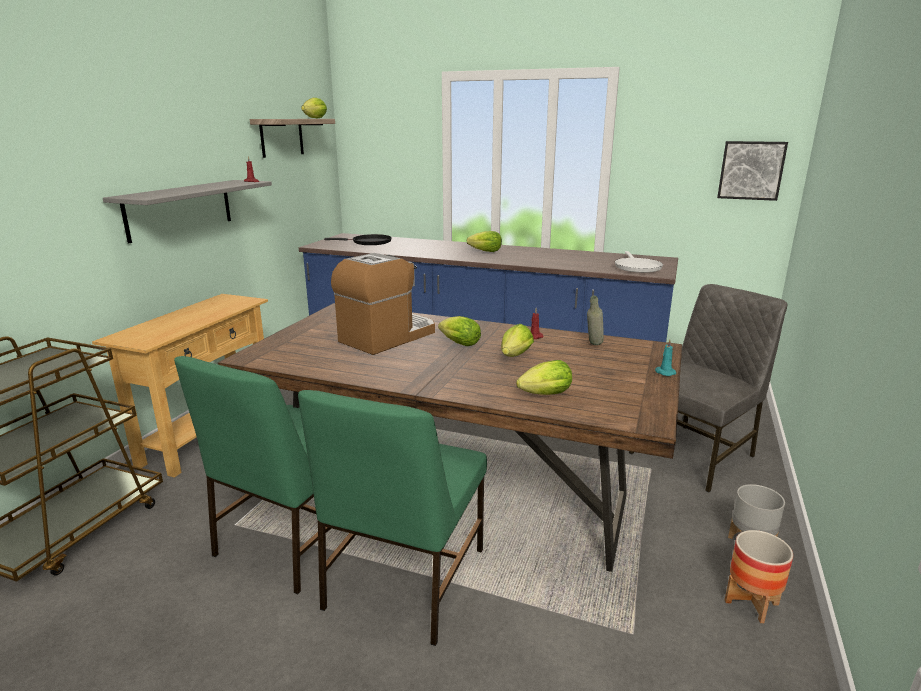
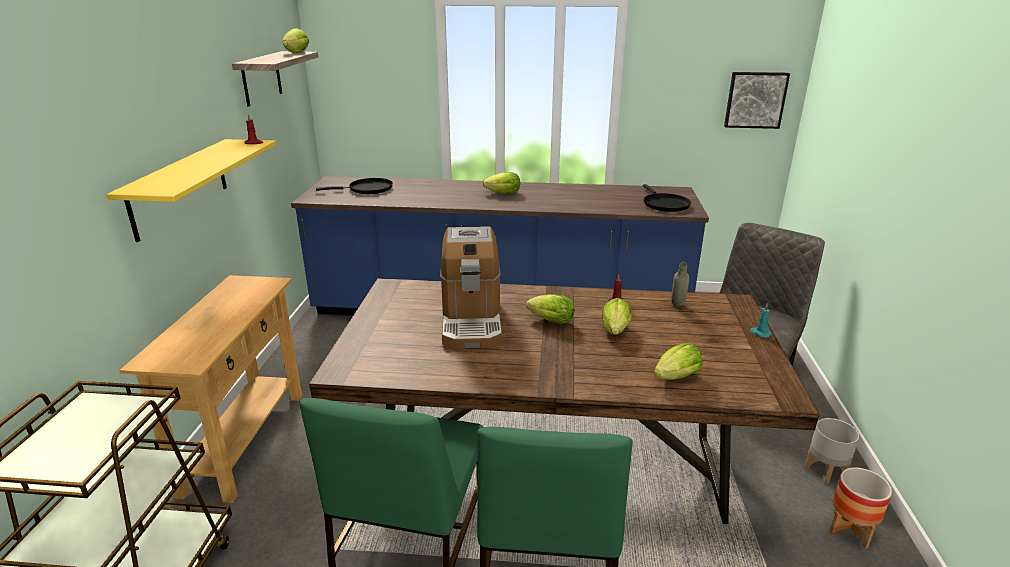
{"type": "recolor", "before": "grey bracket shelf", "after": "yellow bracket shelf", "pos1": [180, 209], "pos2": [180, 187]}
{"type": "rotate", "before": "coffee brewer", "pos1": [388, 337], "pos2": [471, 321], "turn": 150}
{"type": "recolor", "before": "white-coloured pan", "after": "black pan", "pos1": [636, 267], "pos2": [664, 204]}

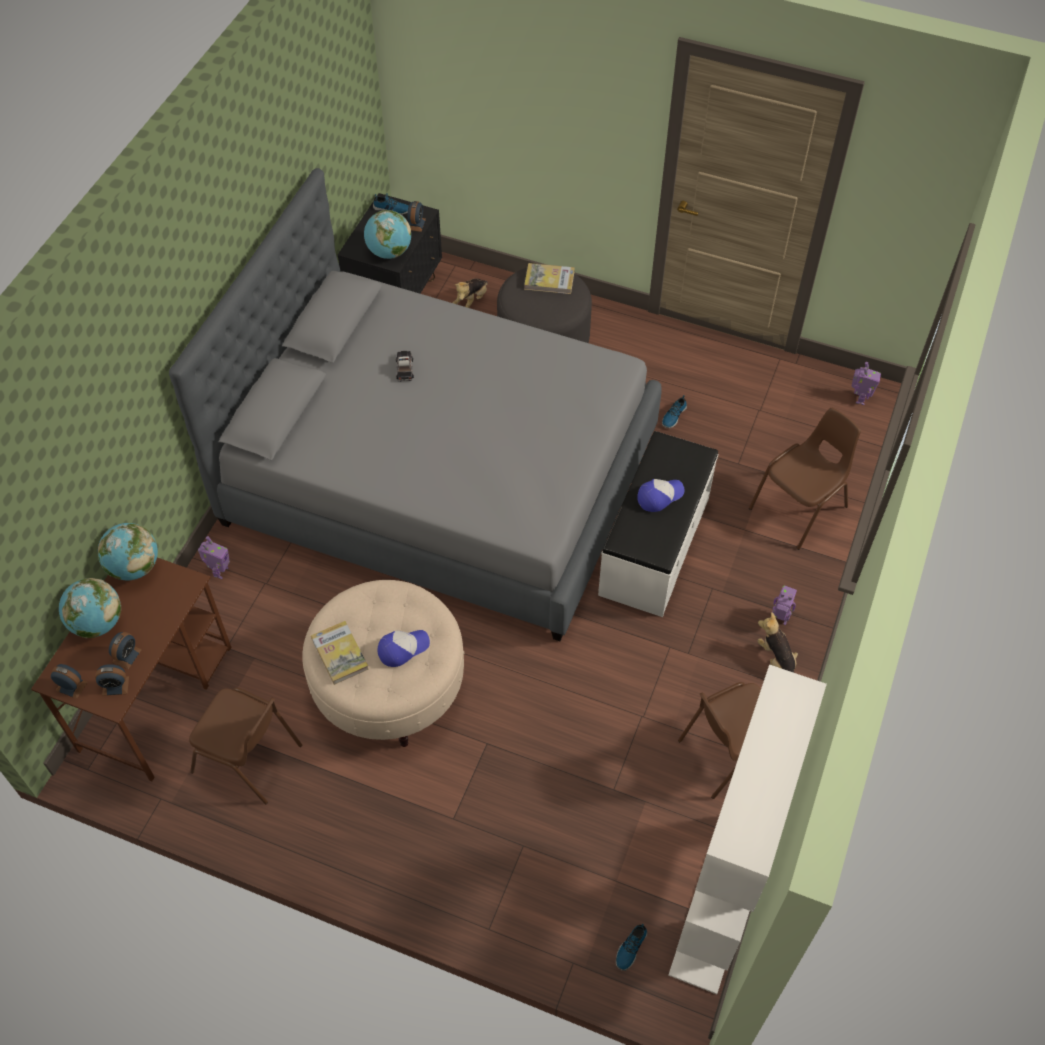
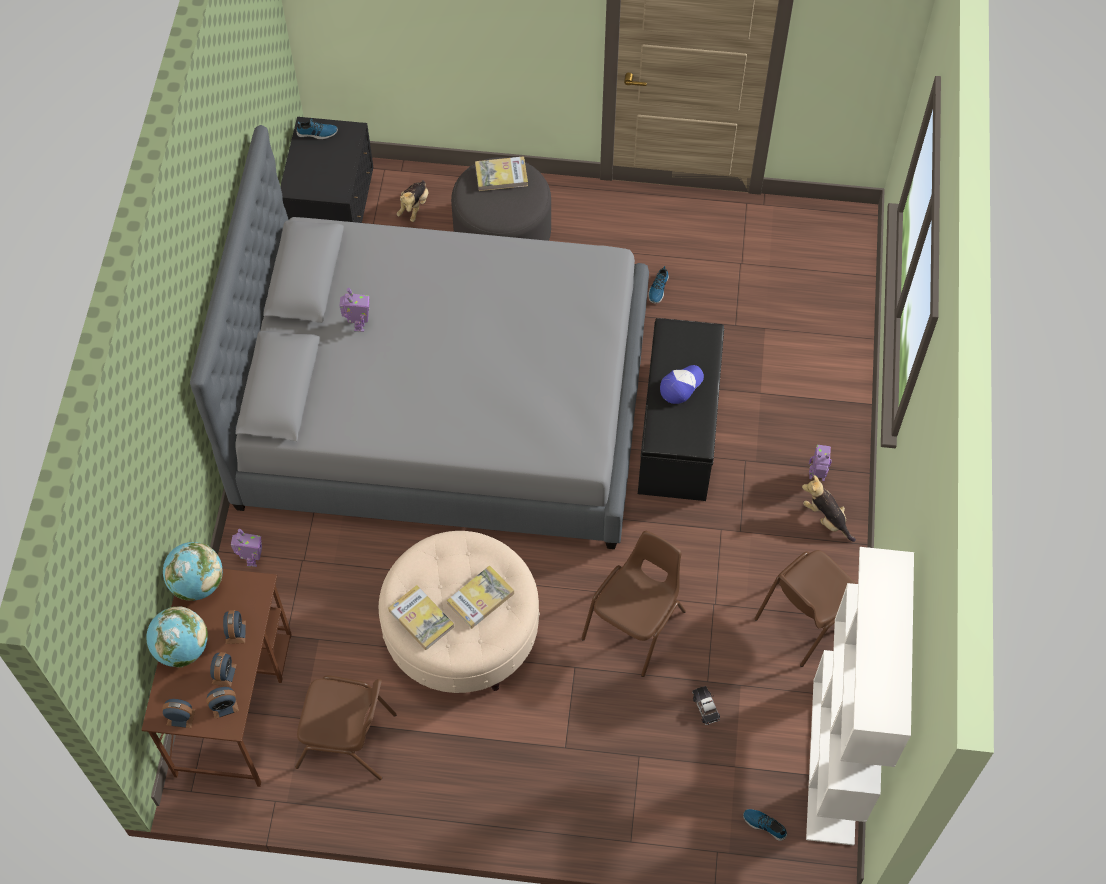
{"type": "move", "before": "bedside clock", "pos1": [416, 224], "pos2": [235, 632]}
{"type": "move", "before": "toy robot", "pos1": [859, 399], "pos2": [358, 325]}
{"type": "replace", "before": "baseball cap", "after": "bound book", "pos1": [403, 648], "pos2": [480, 598]}
{"type": "move", "before": "brownish chair", "pos1": [800, 508], "pos2": [636, 624]}
{"type": "recolor", "before": "white-coloured long seat", "after": "black long seat", "pos1": [653, 546], "pos2": [676, 430]}
{"type": "move", "before": "toy car", "pos1": [405, 368], "pos2": [705, 707]}
{"type": "rotate", "before": "low shoe", "pos1": [630, 948], "pos2": [765, 824], "turn": 105}
{"type": "delete", "before": "globe", "pos1": [389, 252]}

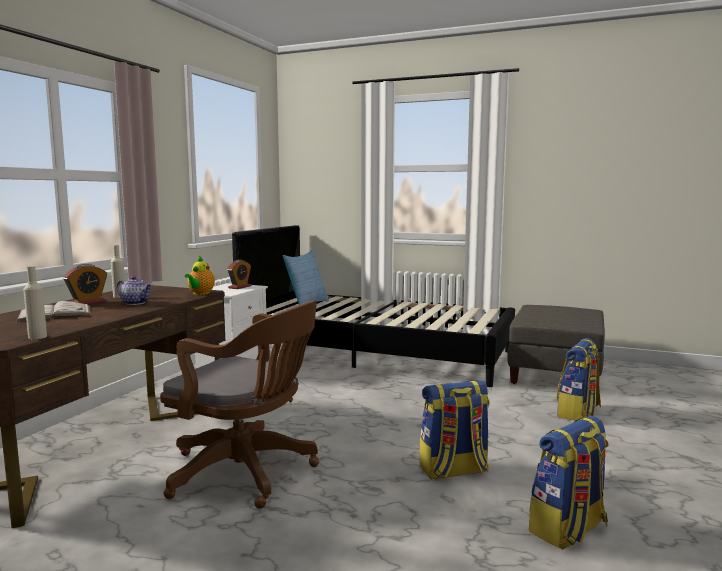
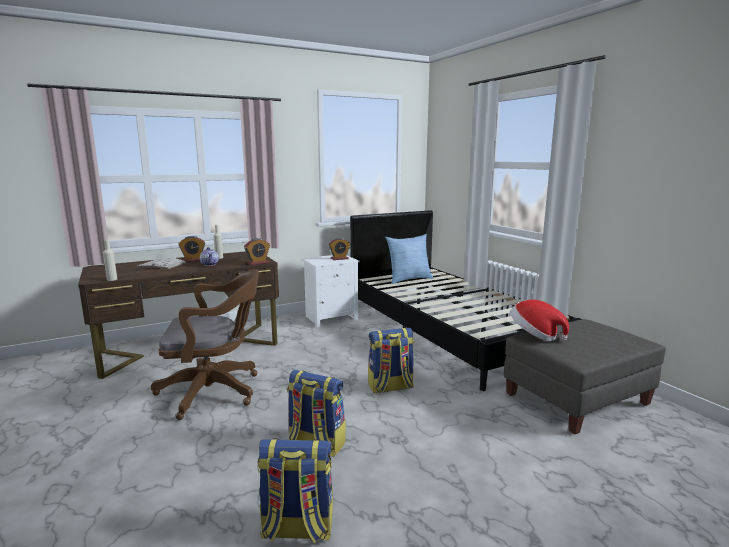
{"type": "rotate", "before": "brownish desk chair", "pos1": [247, 473], "pos2": [215, 391], "turn": -75}
{"type": "replace", "before": "pot for tea", "after": "bedside clock", "pos1": [200, 293], "pos2": [258, 263]}
{"type": "move", "before": "rucksack", "pos1": [578, 413], "pos2": [390, 387]}
{"type": "insert", "after": "wearable hat", "pos2": [535, 335]}

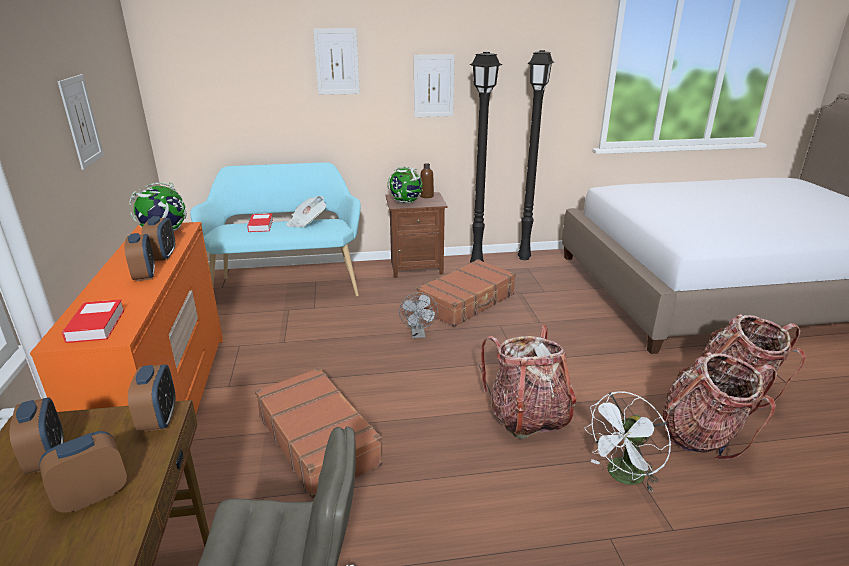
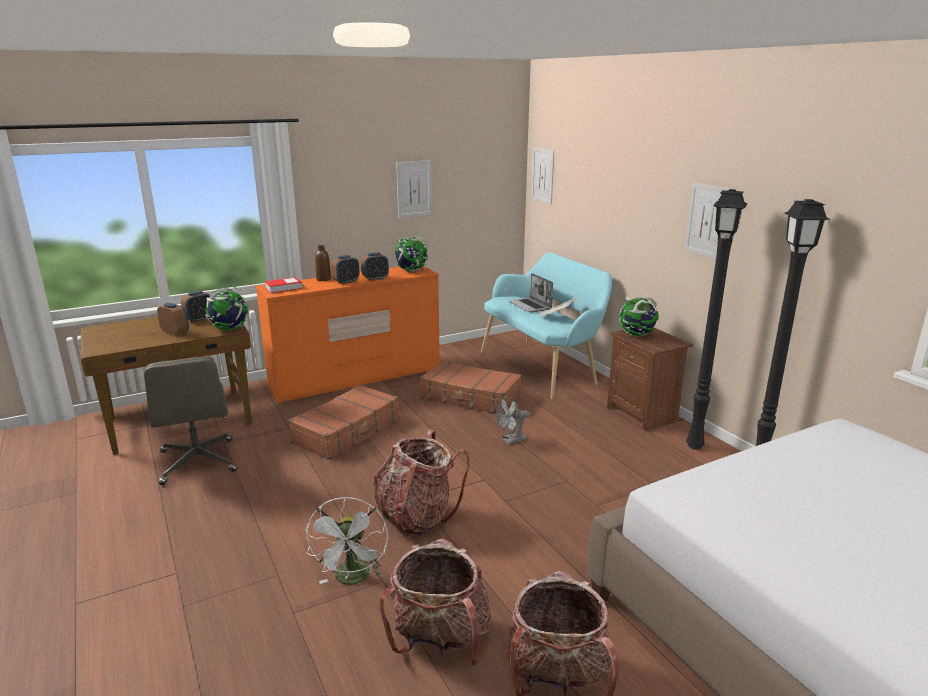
{"type": "replace", "before": "bedside clock", "after": "globe", "pos1": [159, 419], "pos2": [229, 329]}
{"type": "rotate", "before": "white-coloured cooling fan", "pos1": [622, 477], "pos2": [352, 579], "turn": -120}
{"type": "move", "before": "brownish beverage bottle", "pos1": [426, 196], "pos2": [323, 279]}
{"type": "move", "before": "brownish travel case", "pos1": [467, 302], "pos2": [470, 397]}
{"type": "replace", "before": "bound book", "after": "portable computer", "pos1": [260, 225], "pos2": [530, 306]}
{"type": "move", "before": "wall picture", "pos1": [337, 62], "pos2": [542, 175]}

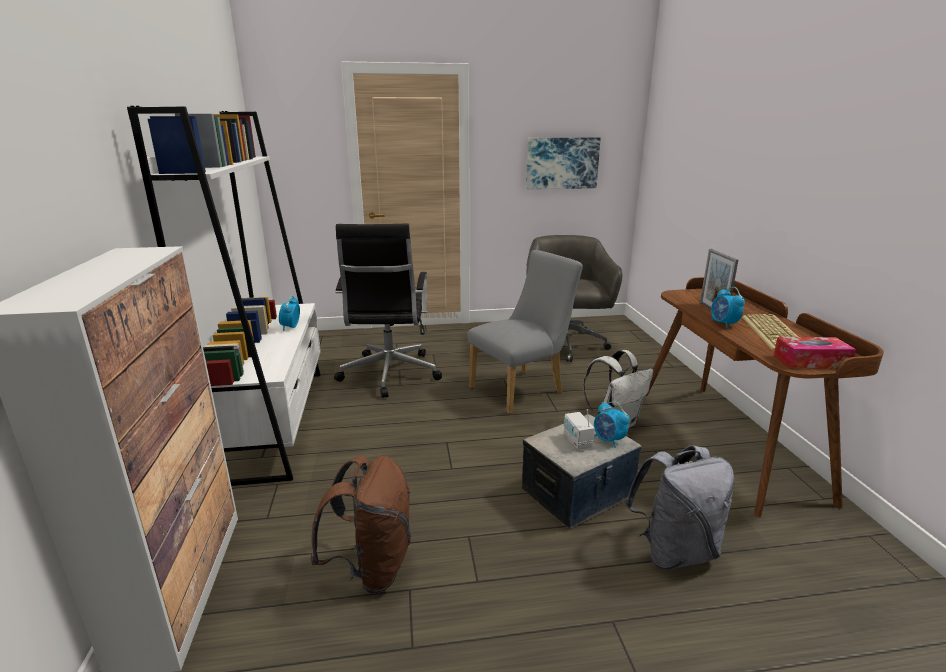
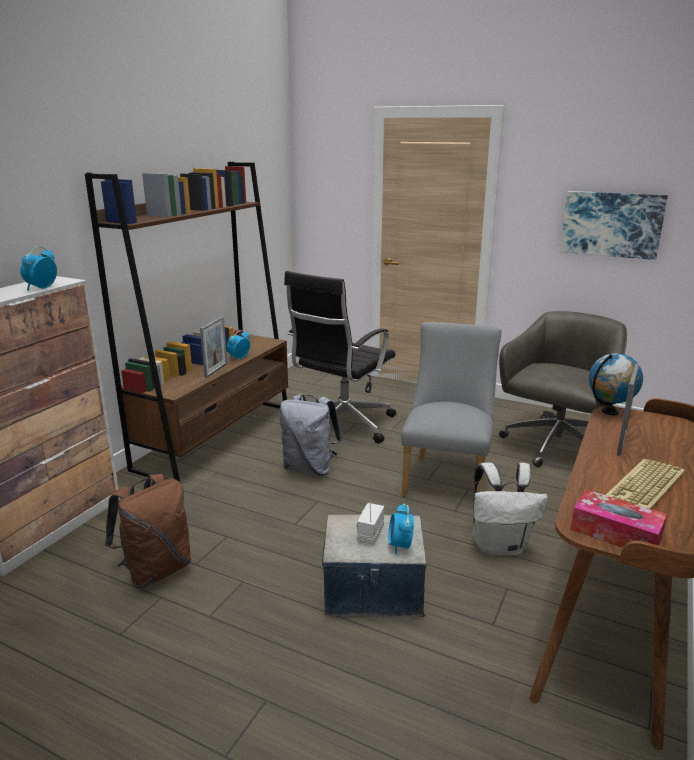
{"type": "move", "before": "bedside clock", "pos1": [723, 324], "pos2": [41, 288]}
{"type": "recolor", "before": "white-coloured shelving unit", "after": "brownish shelving unit", "pos1": [276, 420], "pos2": [216, 436]}
{"type": "insert", "after": "standing frame", "pos2": [216, 370]}
{"type": "move", "before": "grey rucksack", "pos1": [674, 551], "pos2": [310, 468]}
{"type": "rotate", "before": "grey chair", "pos1": [522, 389], "pos2": [447, 477], "turn": -75}
{"type": "insert", "after": "globe", "pos2": [610, 412]}

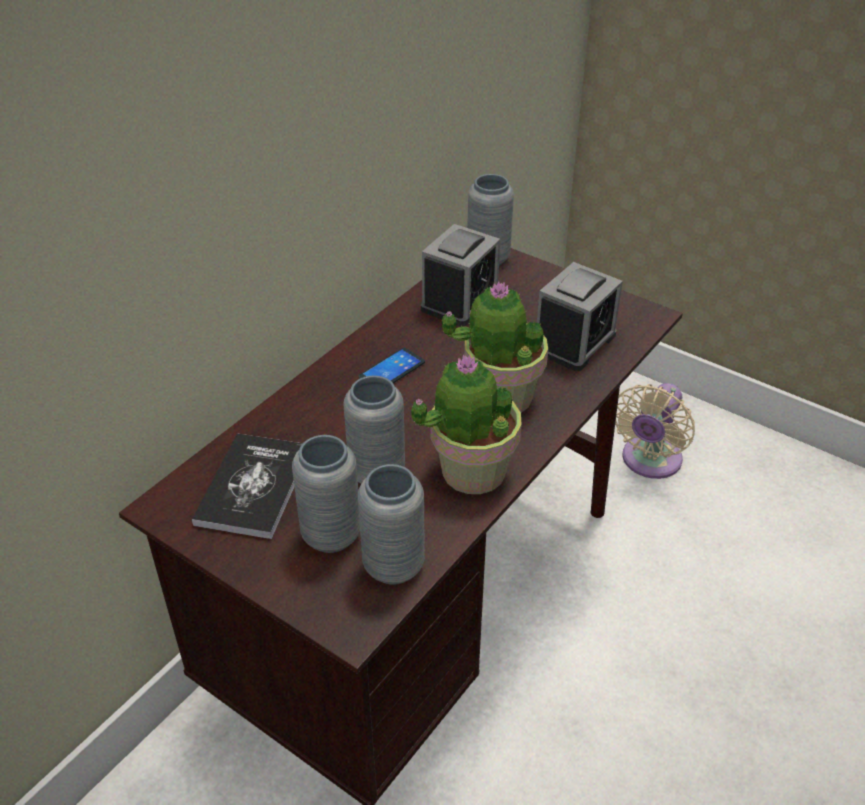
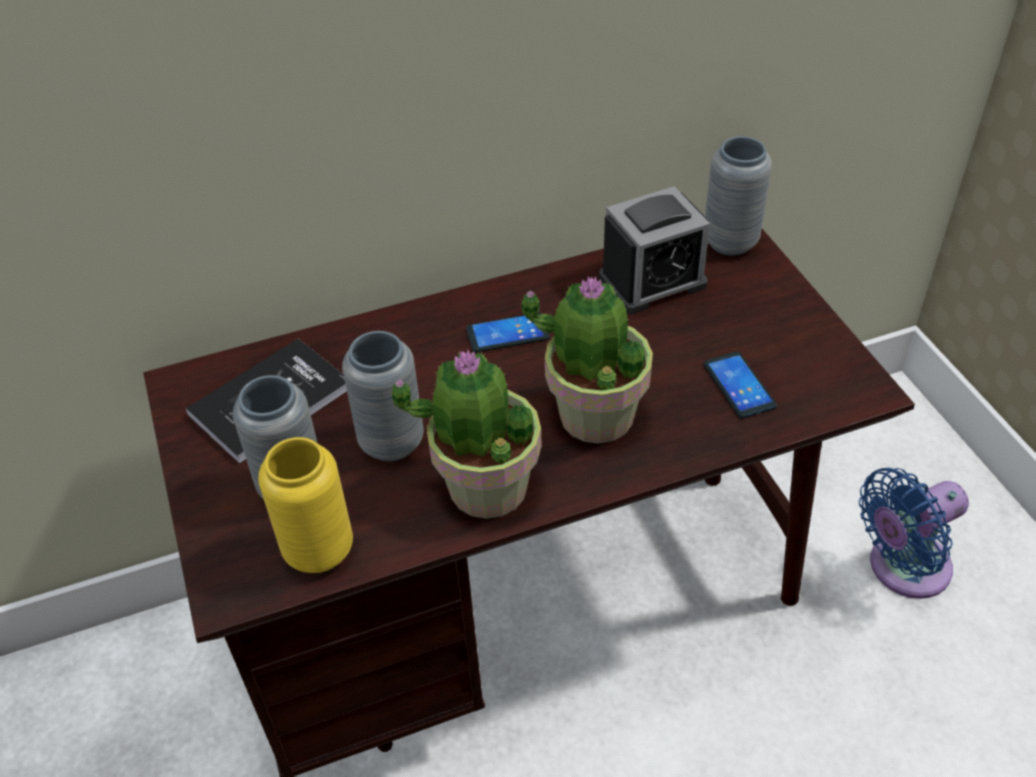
{"type": "recolor", "before": "grey vase", "after": "yellow vase", "pos1": [393, 566], "pos2": [319, 550]}
{"type": "replace", "before": "bedside clock", "after": "phone", "pos1": [574, 342], "pos2": [739, 385]}
{"type": "recolor", "before": "beige cooling fan", "after": "bluish cooling fan", "pos1": [649, 462], "pos2": [902, 568]}

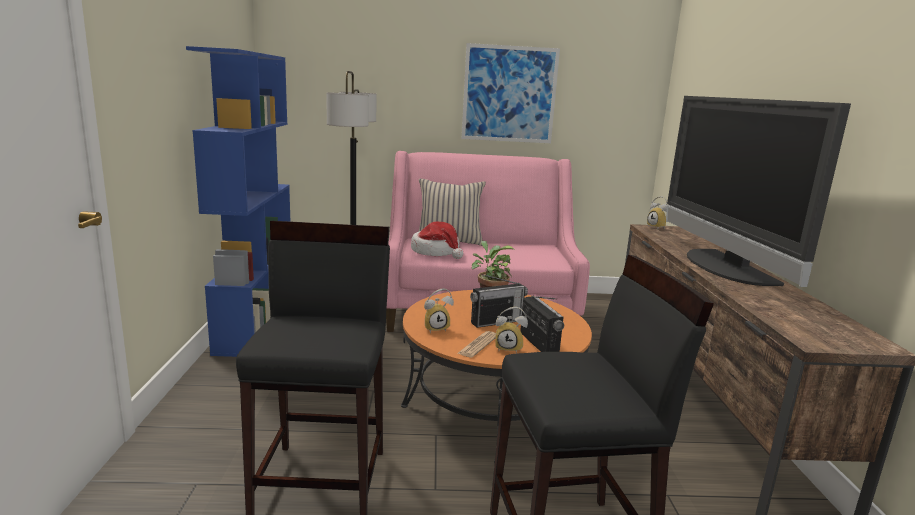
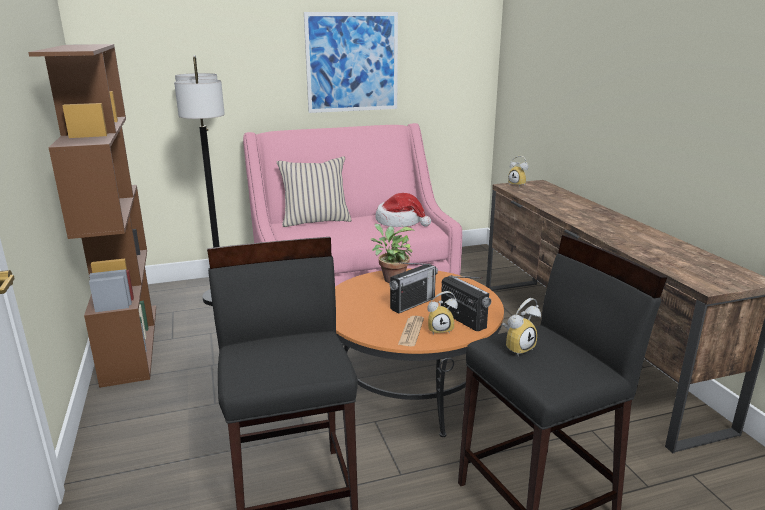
{"type": "recolor", "before": "bluish shelving unit", "after": "brownish shelving unit", "pos1": [255, 324], "pos2": [130, 342]}
{"type": "move", "before": "wearable hat", "pos1": [436, 252], "pos2": [400, 222]}
{"type": "move", "before": "bedside clock", "pos1": [436, 328], "pos2": [517, 347]}
{"type": "delete", "before": "TV set", "pos1": [724, 267]}

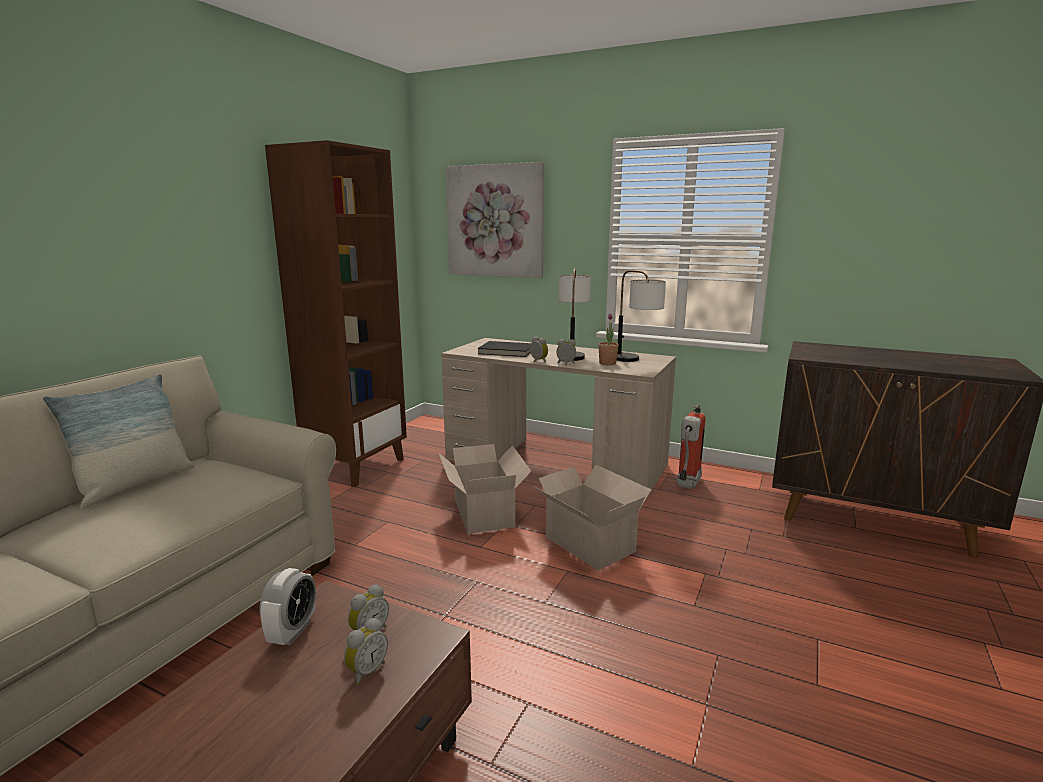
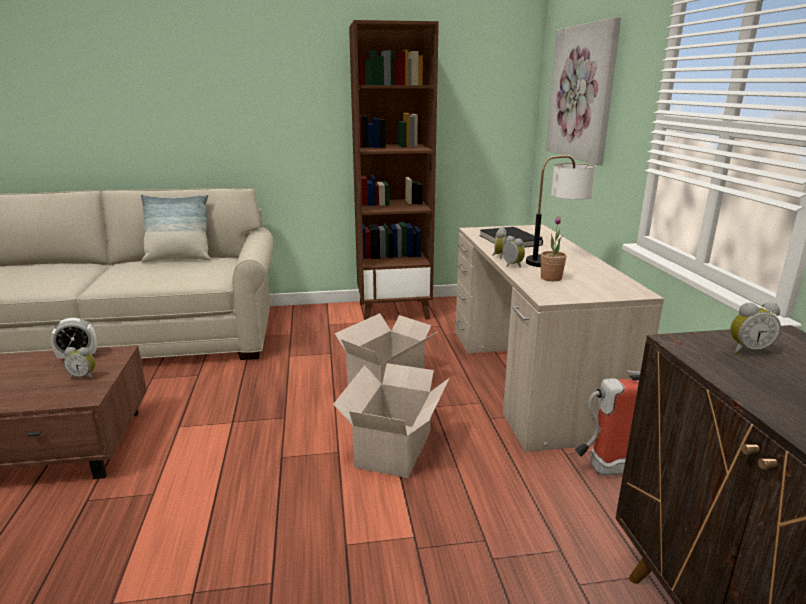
{"type": "move", "before": "bedside clock", "pos1": [366, 671], "pos2": [747, 350]}
{"type": "delete", "before": "table lamp", "pos1": [635, 361]}

